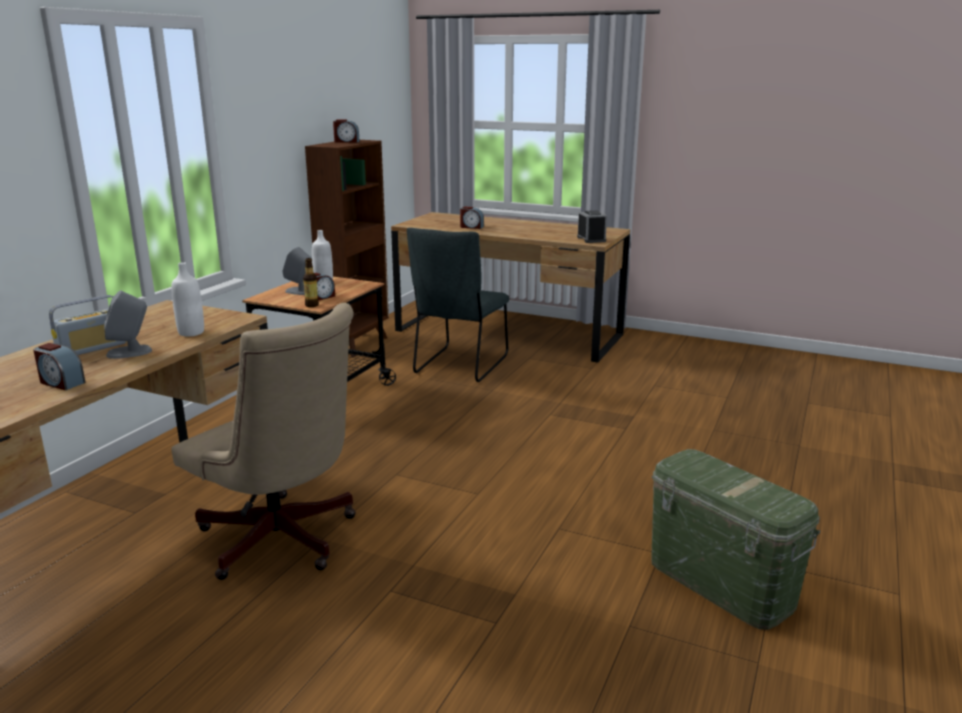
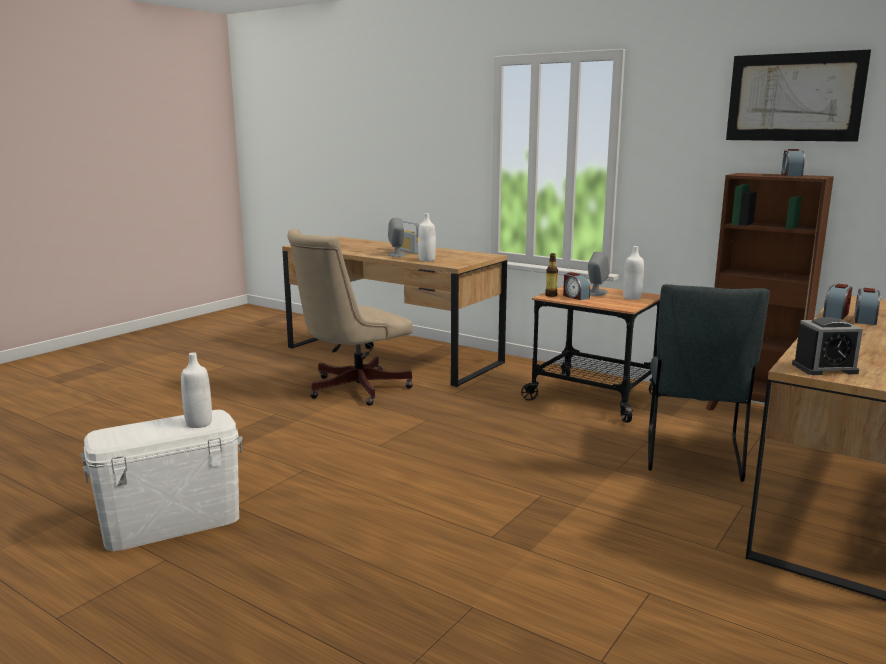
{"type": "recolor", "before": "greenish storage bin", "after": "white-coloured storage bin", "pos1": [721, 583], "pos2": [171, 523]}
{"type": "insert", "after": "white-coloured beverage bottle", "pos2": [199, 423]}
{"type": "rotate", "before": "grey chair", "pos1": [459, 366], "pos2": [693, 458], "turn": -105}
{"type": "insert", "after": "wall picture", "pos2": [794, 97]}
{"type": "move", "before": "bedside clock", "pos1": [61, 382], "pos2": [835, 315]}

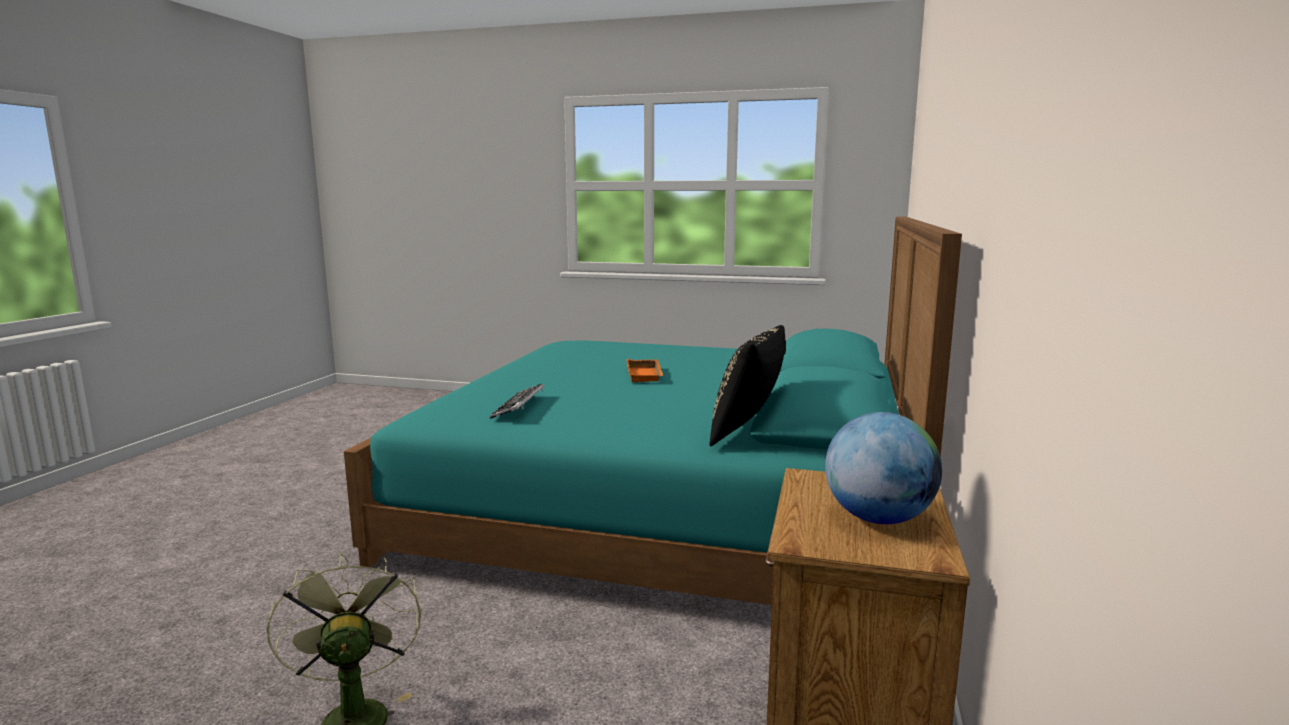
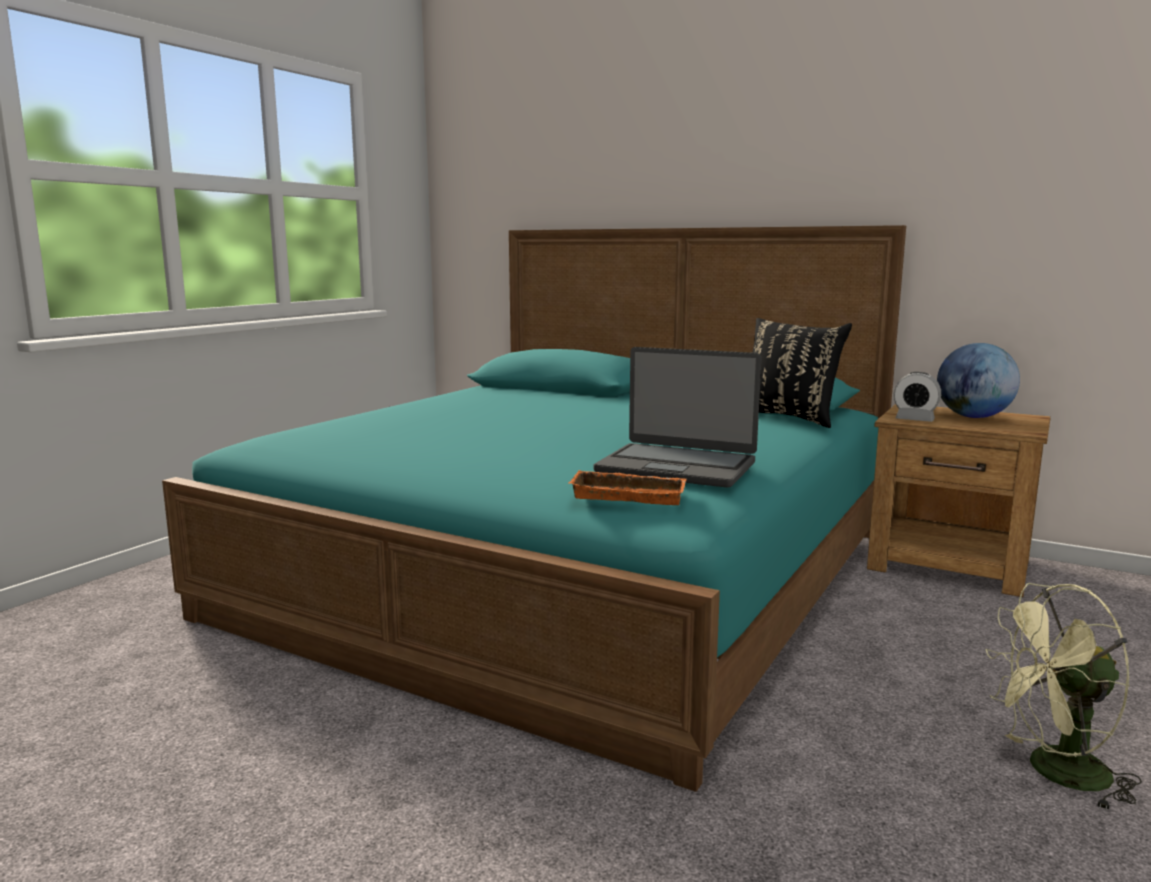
{"type": "move", "before": "orangey carrying tray", "pos1": [646, 375], "pos2": [630, 495]}
{"type": "replace", "before": "computer keyboard", "after": "portable computer", "pos1": [519, 407], "pos2": [677, 467]}
{"type": "insert", "after": "bedside clock", "pos2": [914, 419]}

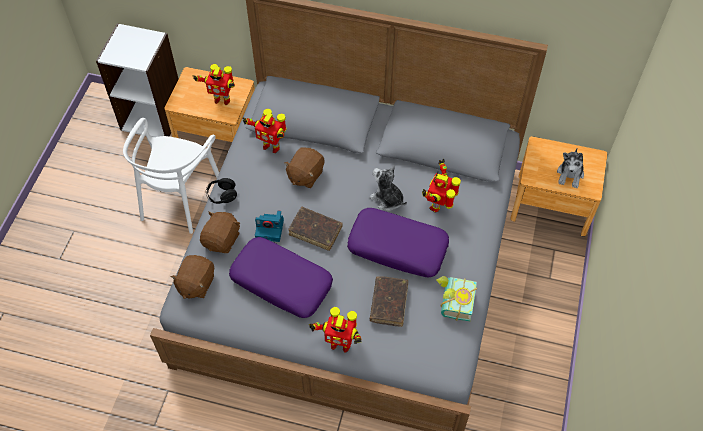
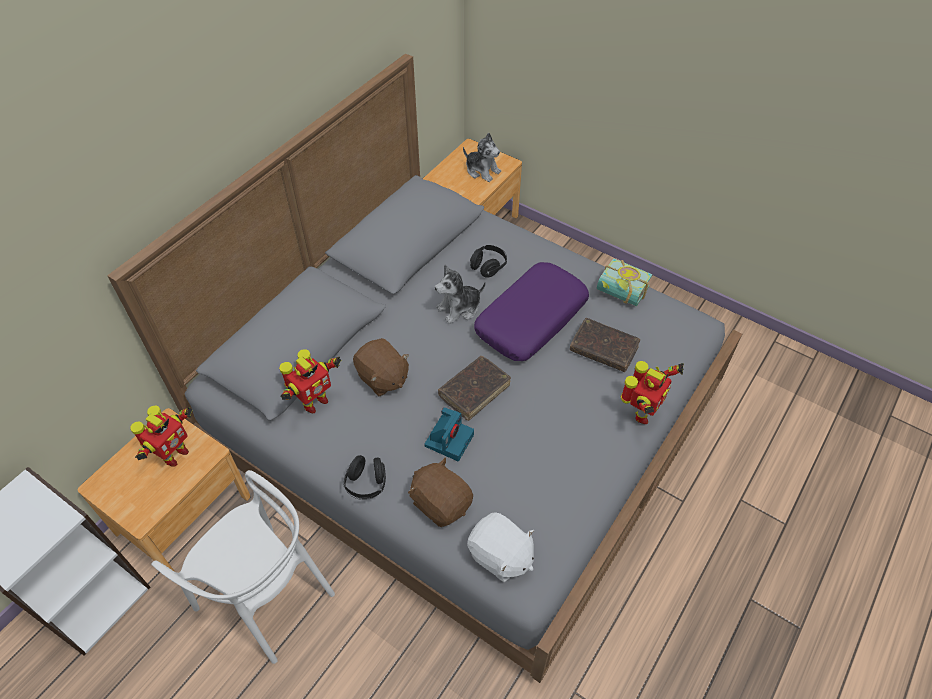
{"type": "recolor", "before": "brownish plush toy", "after": "white-coloured plush toy", "pos1": [196, 284], "pos2": [500, 556]}
{"type": "replace", "before": "toy robot", "after": "black headphones", "pos1": [438, 205], "pos2": [488, 267]}
{"type": "delete", "before": "purplish pillow", "pos1": [282, 282]}

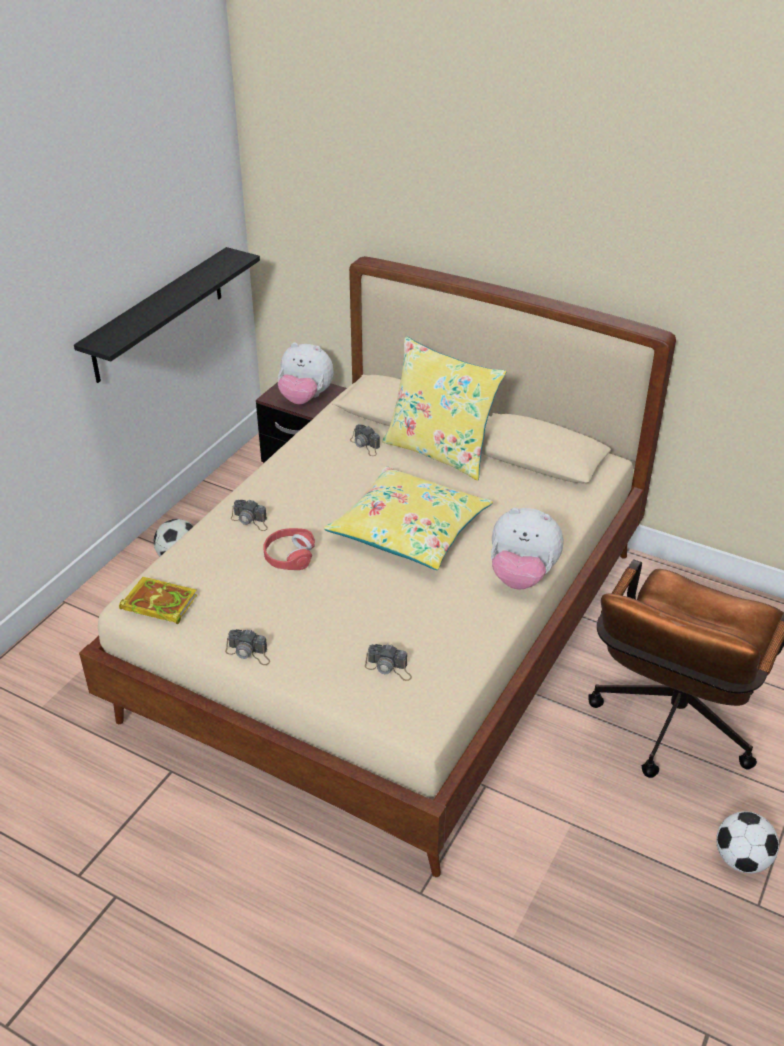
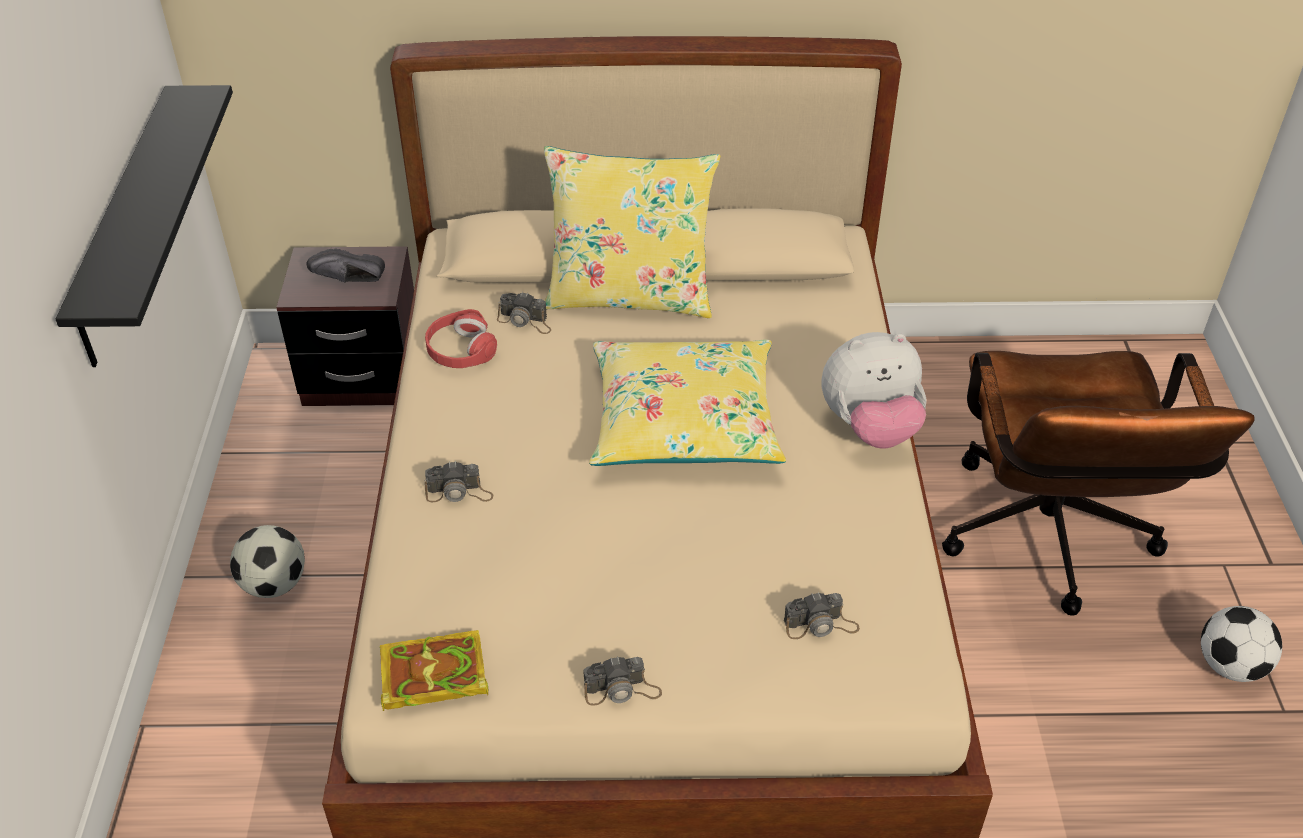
{"type": "replace", "before": "plush toy", "after": "black low shoe", "pos1": [305, 398], "pos2": [348, 281]}
{"type": "move", "before": "reddish headphones", "pos1": [289, 555], "pos2": [460, 350]}

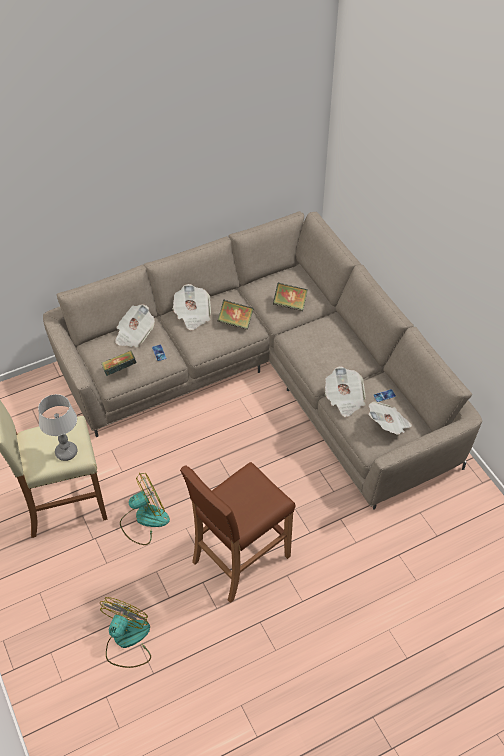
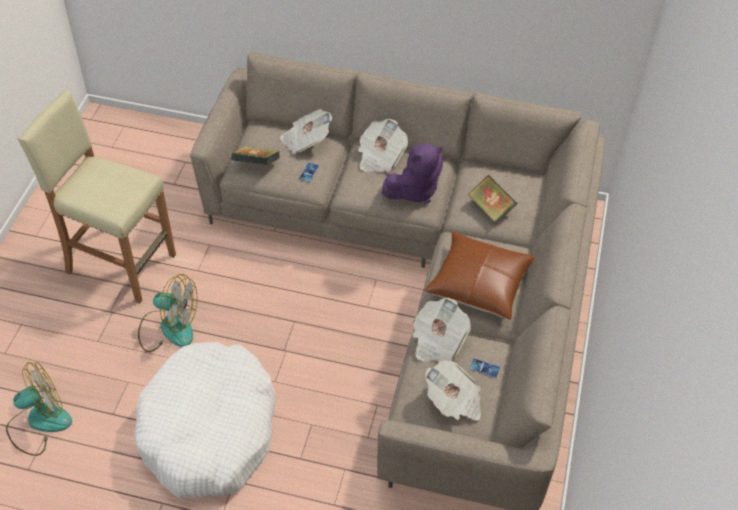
{"type": "replace", "before": "brownish stool seat", "after": "white-coloured dog cushion", "pos1": [240, 559], "pos2": [209, 430]}
{"type": "replace", "before": "bound book", "after": "purplish plush toy", "pos1": [235, 322], "pos2": [414, 190]}
{"type": "insert", "after": "brownish pillow", "pos2": [479, 283]}
{"type": "delete", "before": "table lamp", "pos1": [66, 453]}

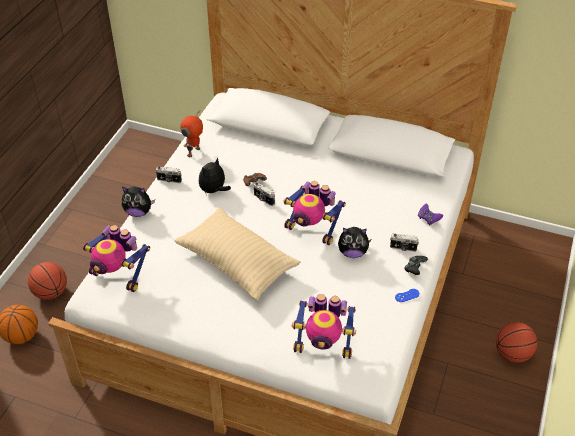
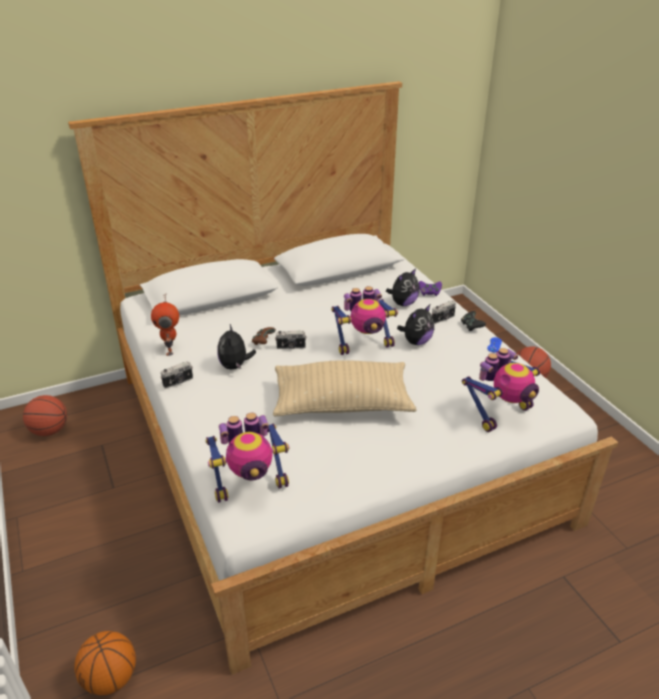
{"type": "move", "before": "basketball ball", "pos1": [51, 292], "pos2": [49, 431]}
{"type": "move", "before": "plush toy", "pos1": [138, 212], "pos2": [403, 303]}

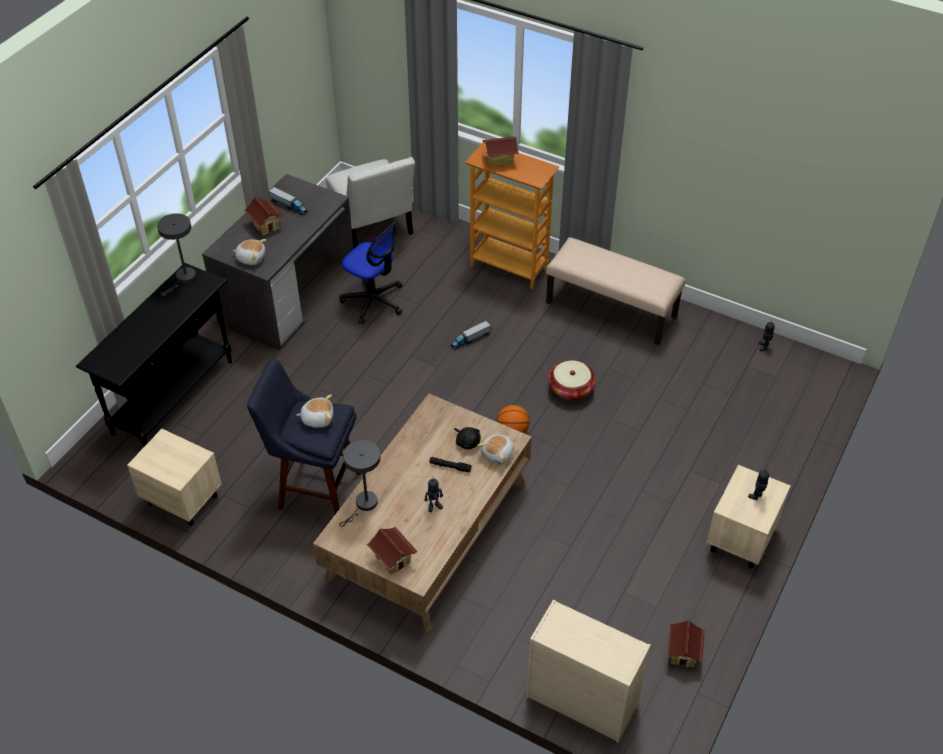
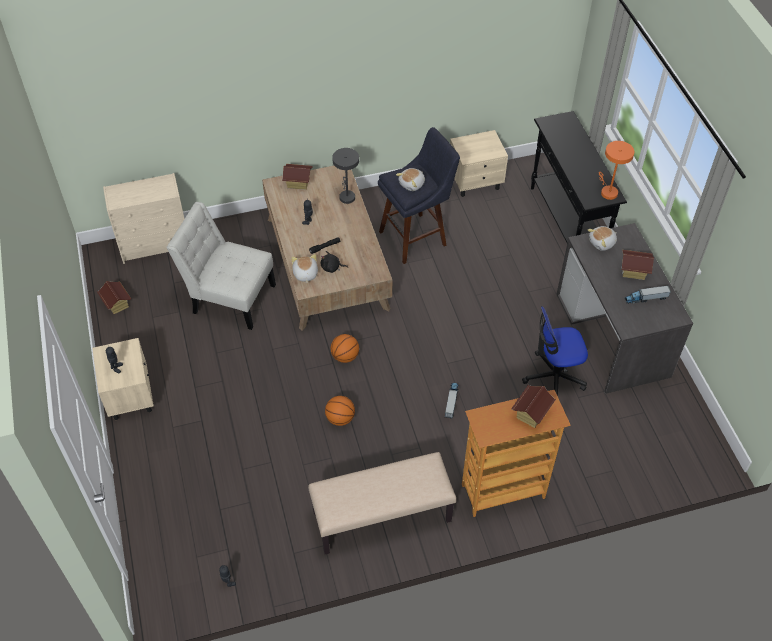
{"type": "move", "before": "white-coloured chair", "pos1": [373, 227], "pos2": [230, 297]}
{"type": "replace", "before": "basket", "after": "basketball ball", "pos1": [570, 389], "pos2": [340, 418]}
{"type": "recolor", "before": "grey table lamp", "after": "orangey table lamp", "pos1": [183, 279], "pos2": [607, 191]}

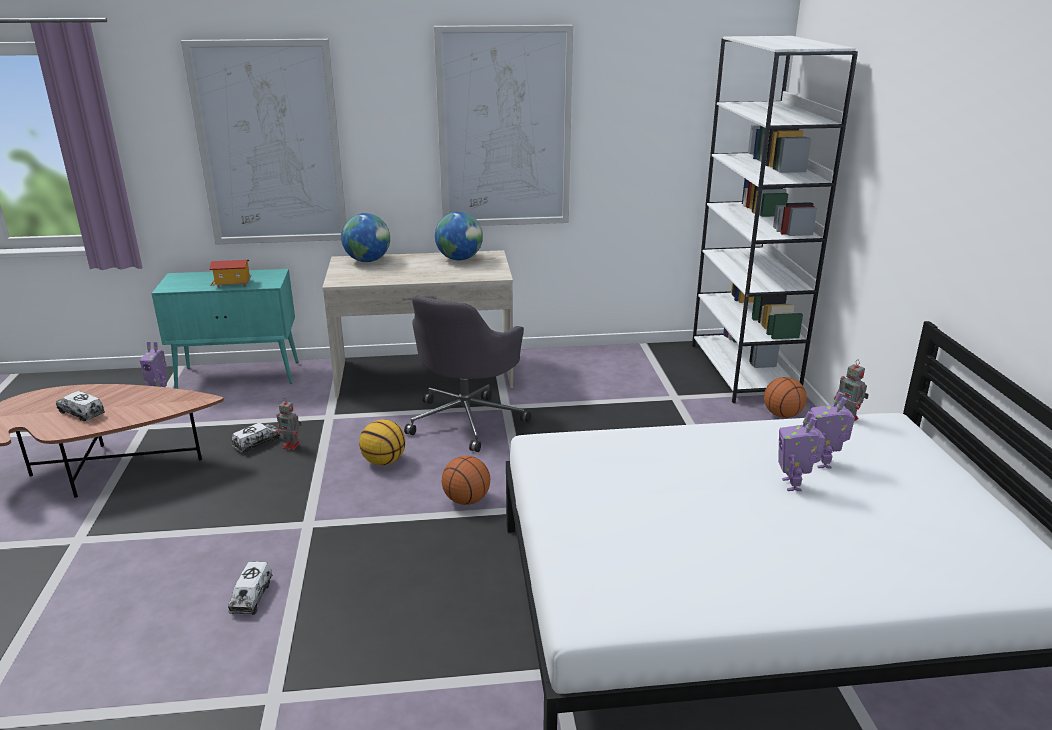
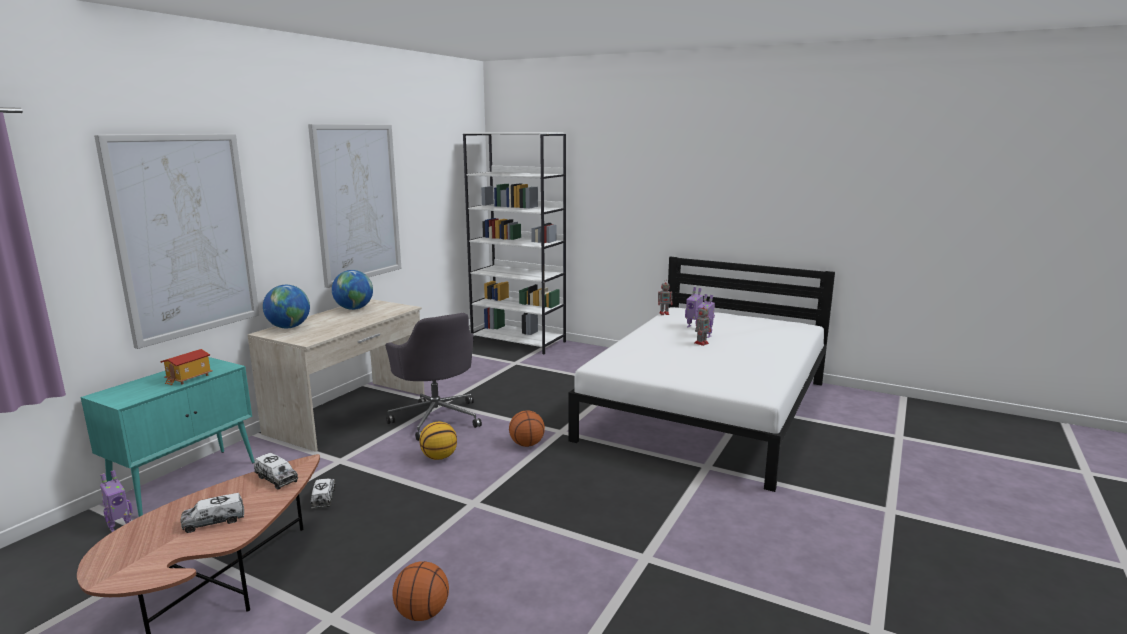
{"type": "move", "before": "toy truck", "pos1": [252, 596], "pos2": [276, 479]}
{"type": "move", "before": "basketball ball", "pos1": [782, 415], "pos2": [422, 613]}
{"type": "move", "before": "toy robot", "pos1": [292, 445], "pos2": [701, 343]}

